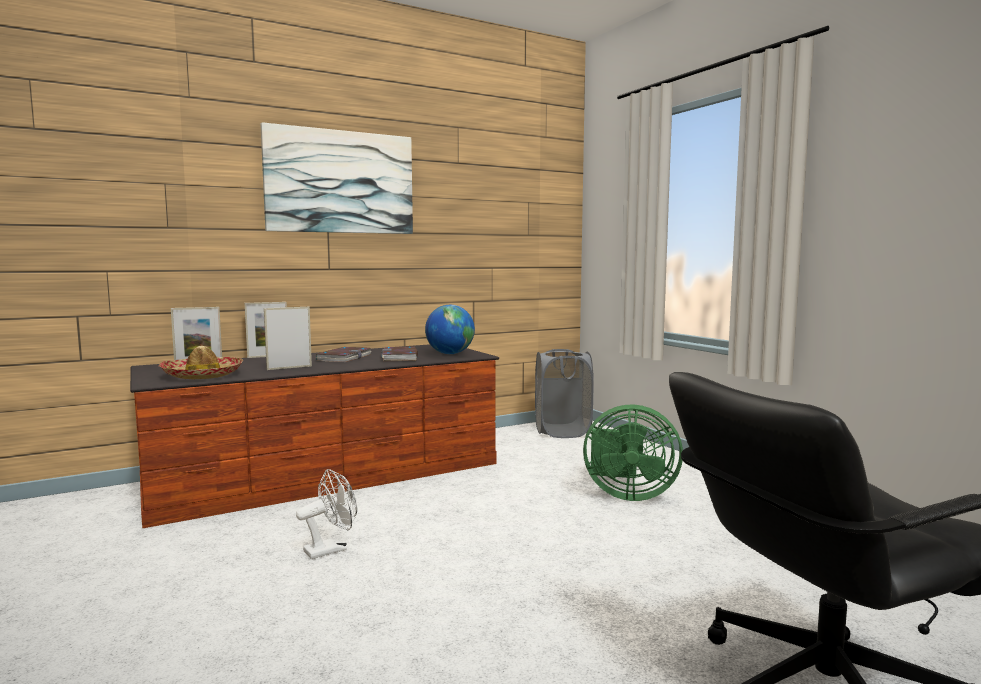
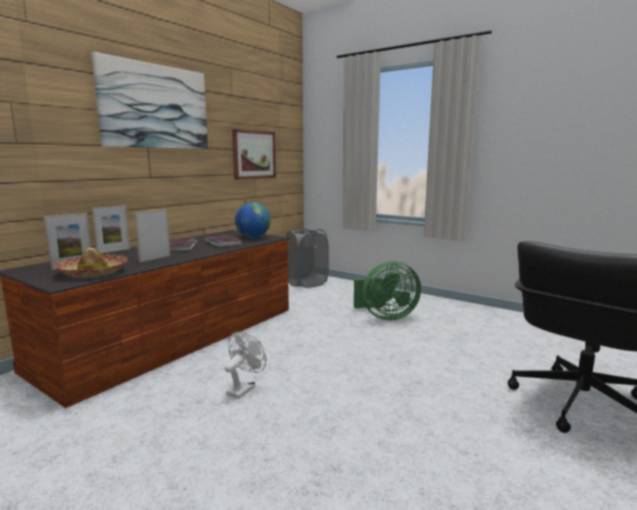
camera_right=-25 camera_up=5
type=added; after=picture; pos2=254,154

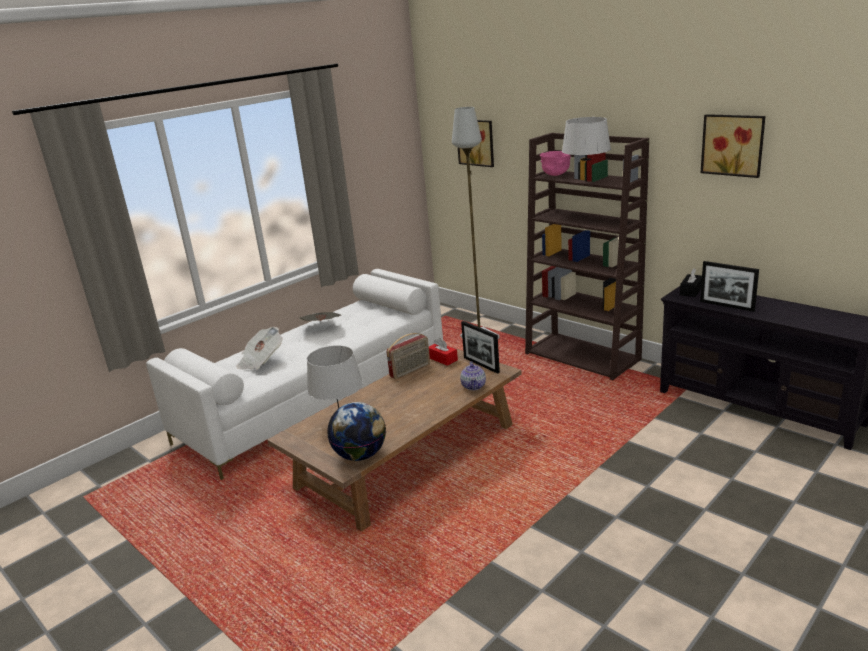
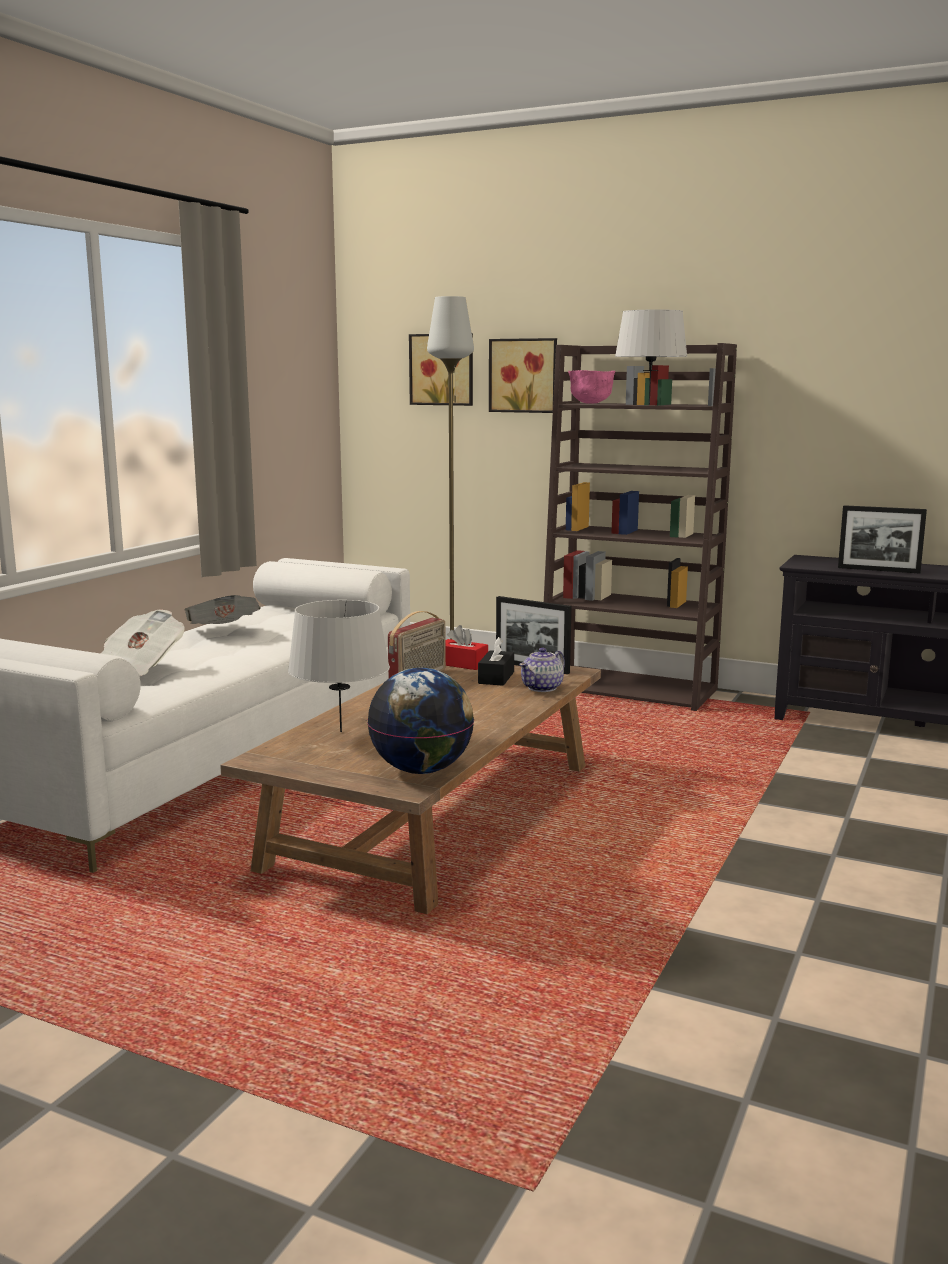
camera_right=-20 camera_up=-10
type=moved; before=picture; pos1=733,144; pos2=524,375
type=moved; before=black tissue box; pos1=691,291; pos2=496,678
type=turned; before=teapot; pos1=473,386; pos2=542,688; turn=60

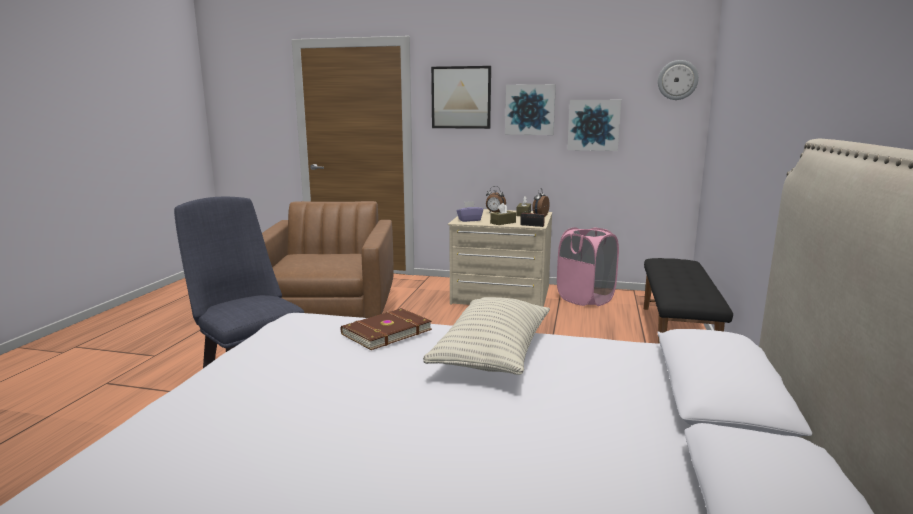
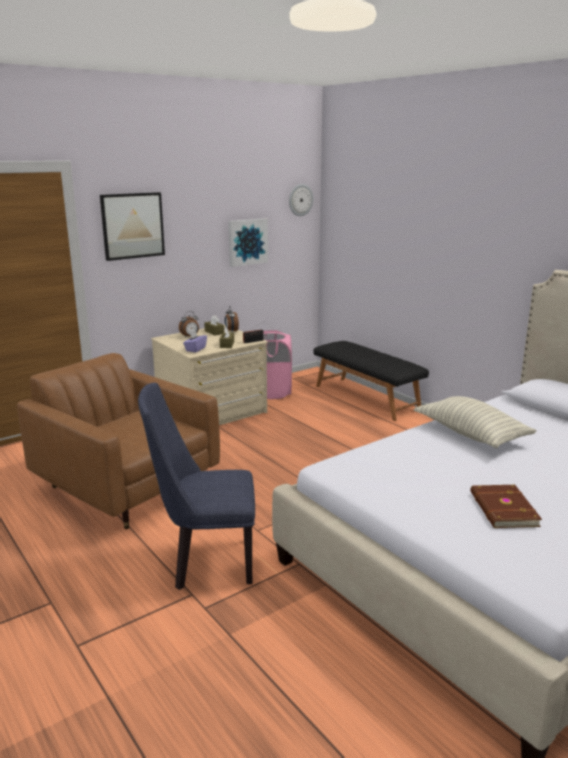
camera_right=-50 camera_up=5
type=removed; before=picture; pos1=530,109
type=moved; before=brown book; pos1=385,332; pos2=502,509

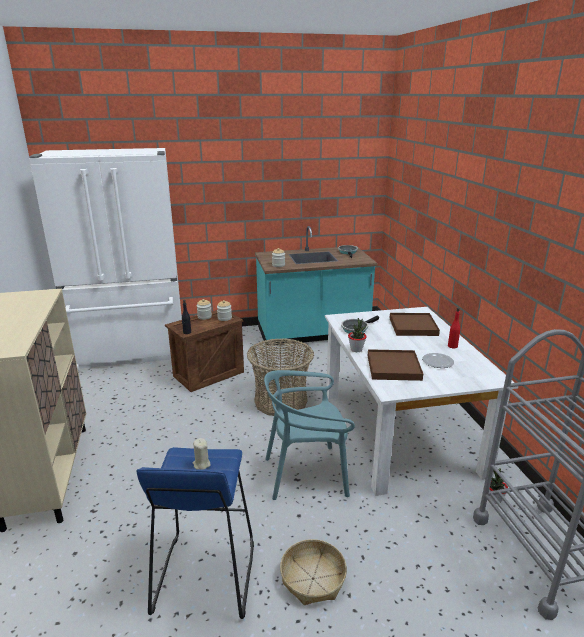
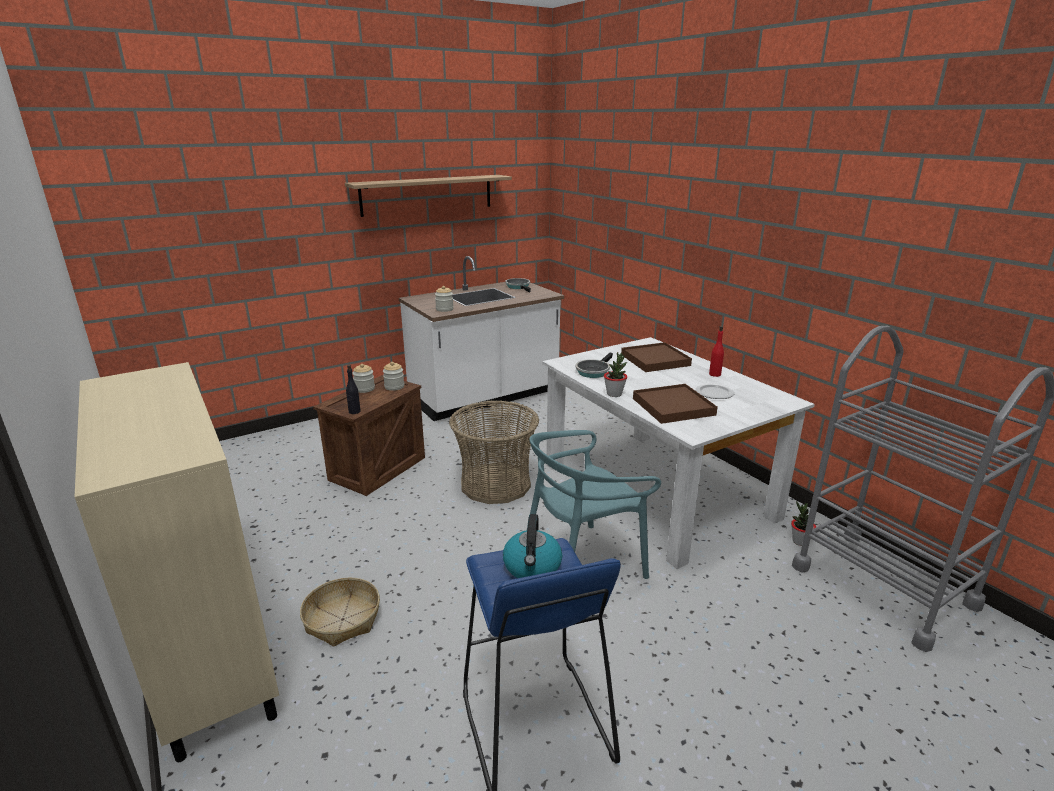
camera_right=-20 camera_up=0
type=removed; before=white fridge; pos1=132,352
type=recoloured; before=turquoise counter; after=white counter; pos1=312,333; pos2=485,397
type=replaced; before=beige candle; after=kettle; pos1=201,464; pos2=532,567
type=moved; before=basket; pos1=313,579; pos2=343,619
type=added; after=shelf; pos2=427,195

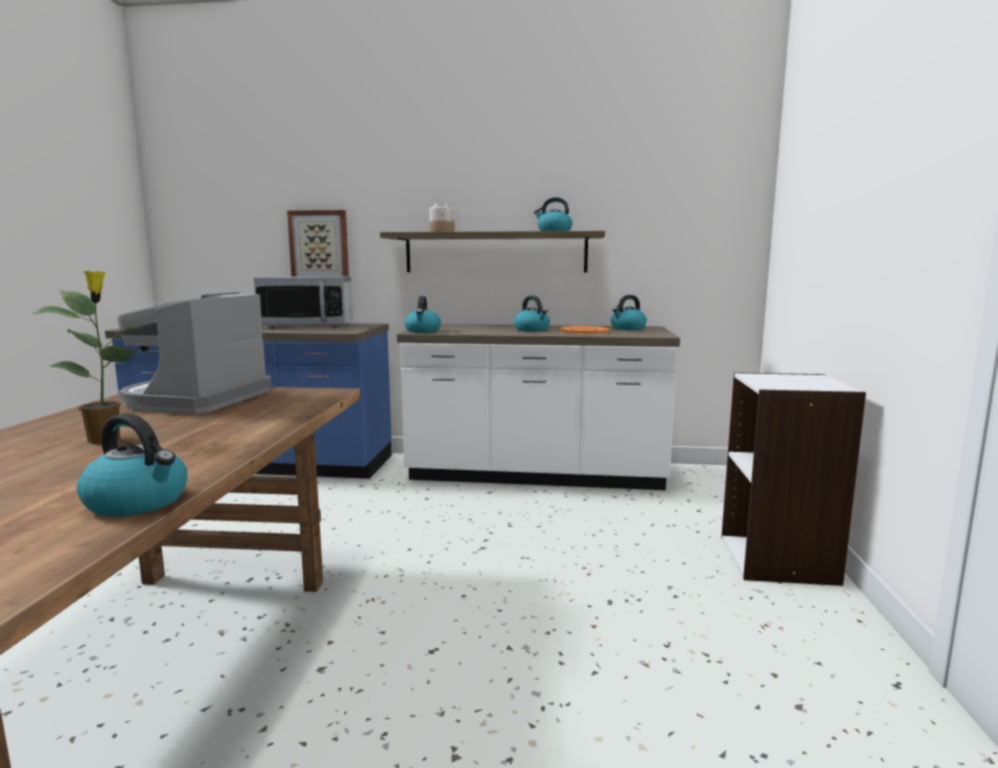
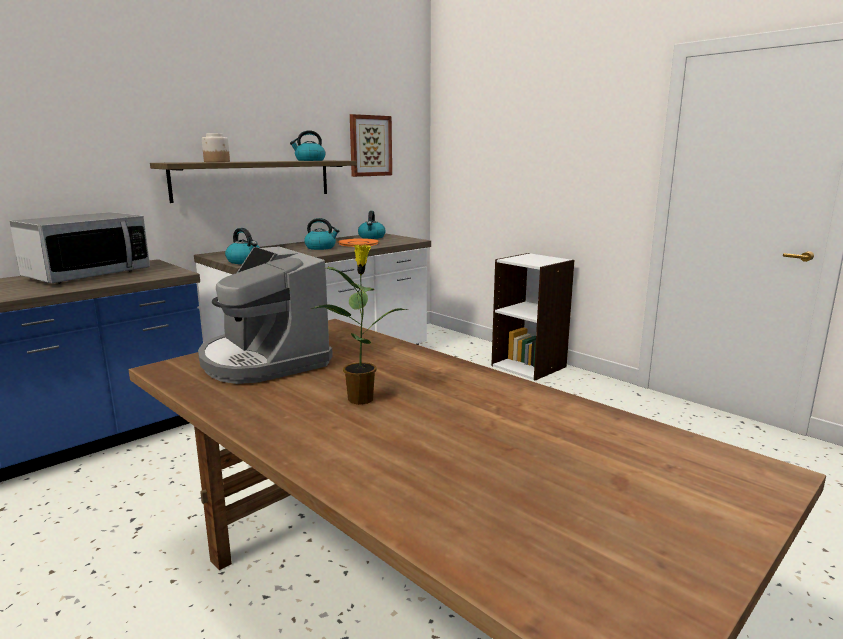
camera_right=-50 camera_up=5
type=moved; before=picture; pos1=319,246; pos2=370,146
type=removed; before=kettle; pos1=139,502

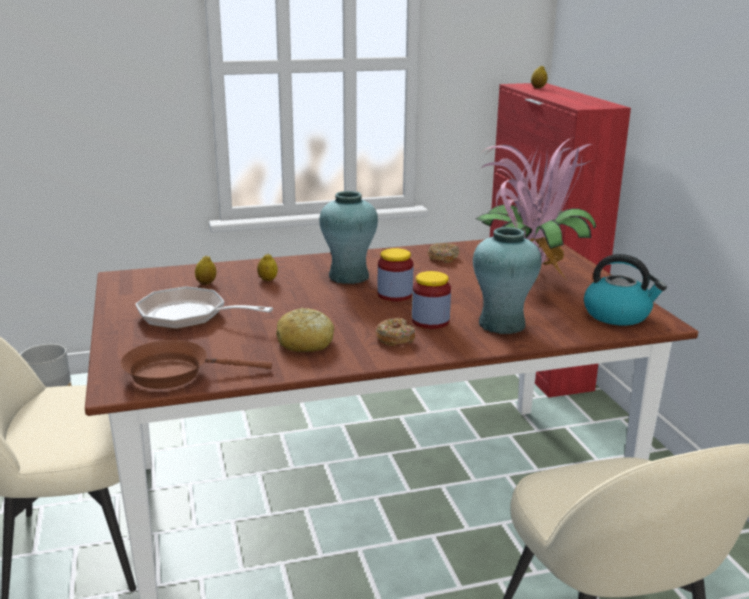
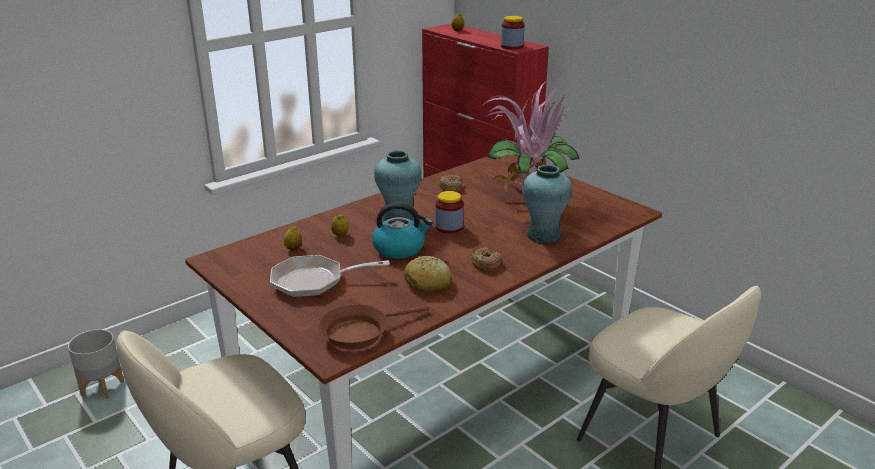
camera_right=-25 camera_up=5
type=moved; before=kettle; pos1=618,315; pos2=400,248
type=moved; before=jar; pos1=430,321; pos2=512,46

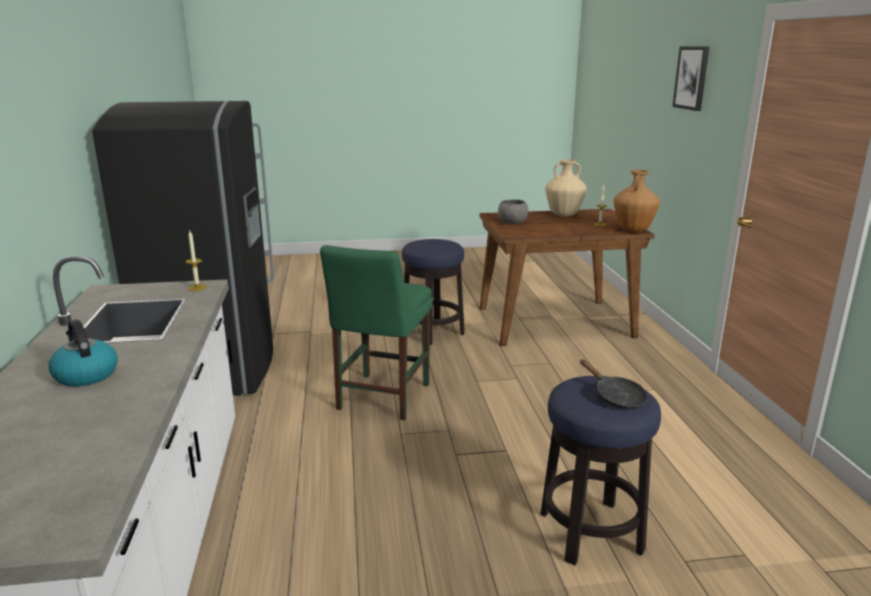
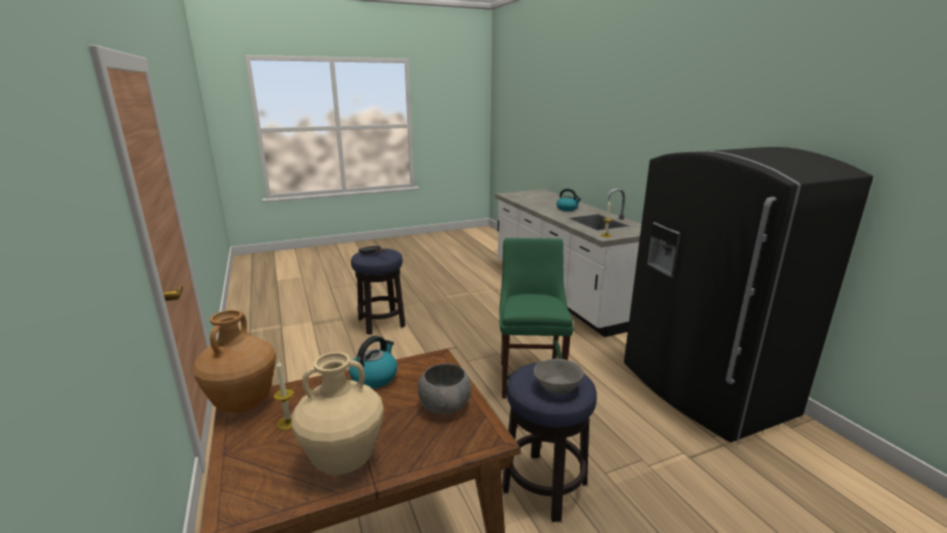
camera_right=165 camera_up=0
type=removed; before=picture; pos1=692,78
type=added; after=kettle; pos2=374,377
type=added; after=grey bowl; pos2=557,387

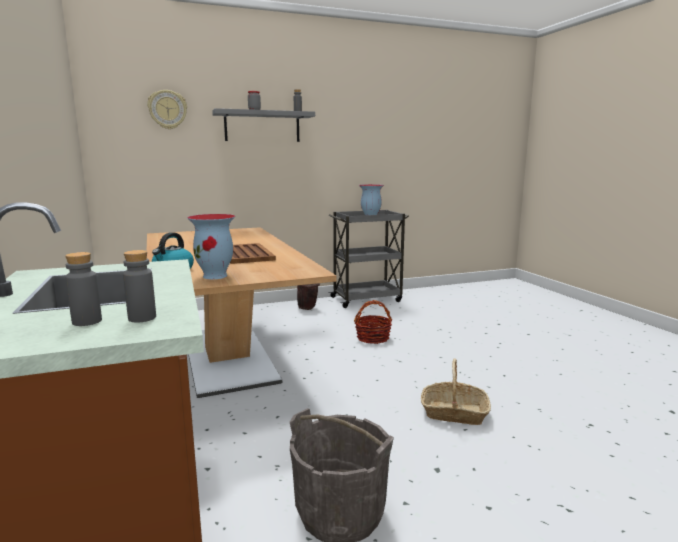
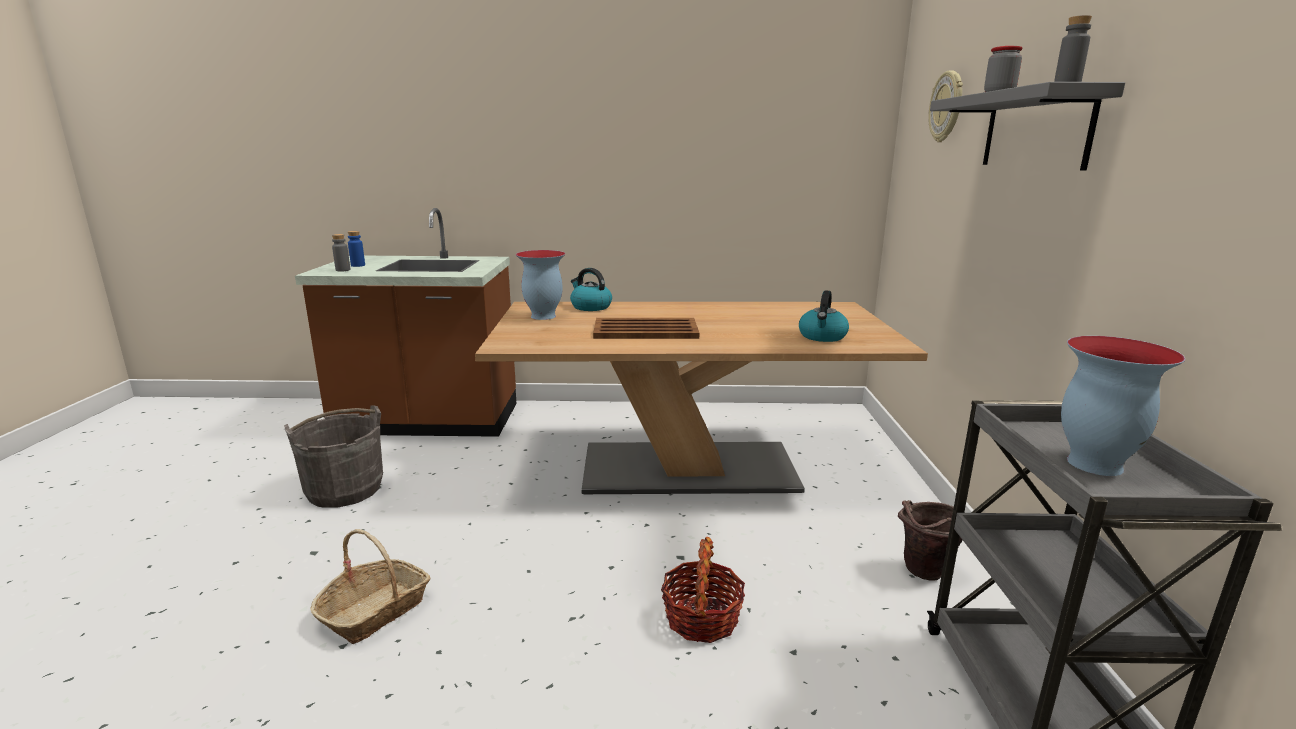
camera_right=110 camera_up=5
type=recoloured; before=grey bottle; after=blue bottle; pos1=87,321; pos2=358,265
type=added; after=kettle; pos2=822,337

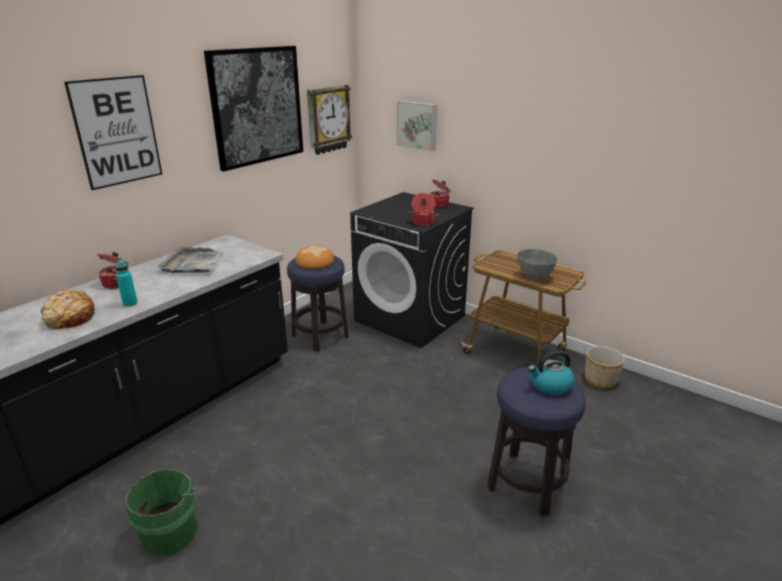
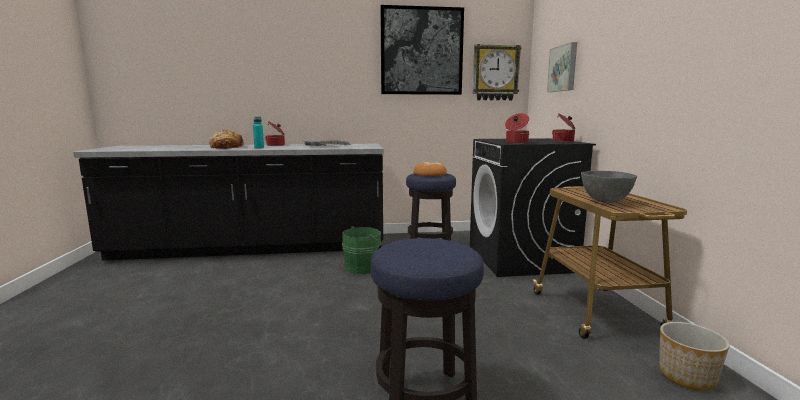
camera_right=45 camera_up=-15
type=removed; before=picture; pos1=117,132
type=removed; before=kettle; pos1=549,385
type=moved; before=green bucket; pos1=171,530; pos2=364,267

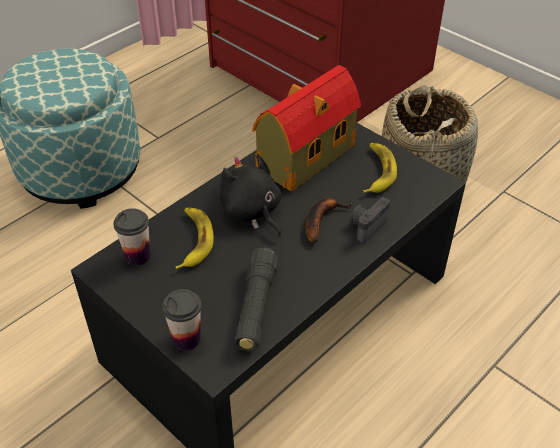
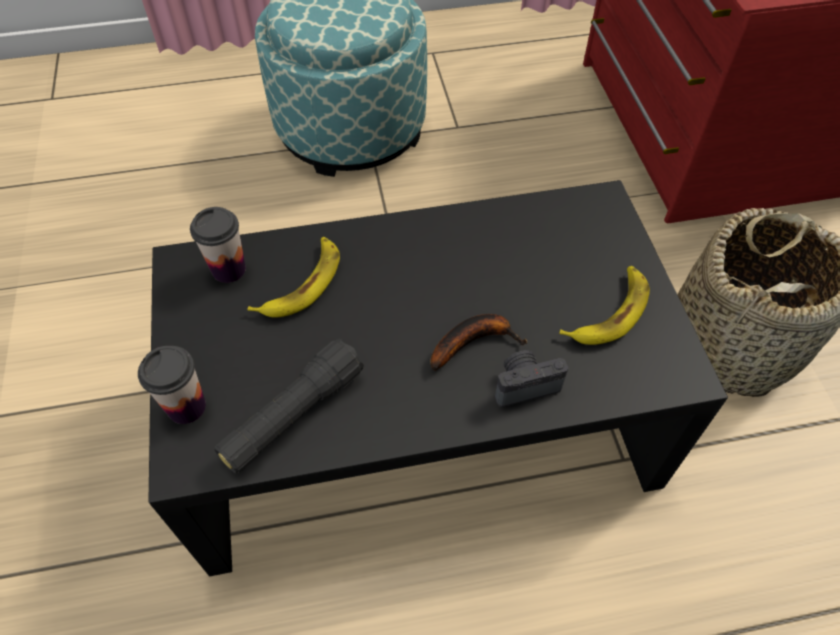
camera_right=35 camera_up=10
type=removed; before=toy house; pos1=304,159
type=removed; before=black plush toy; pos1=252,212

